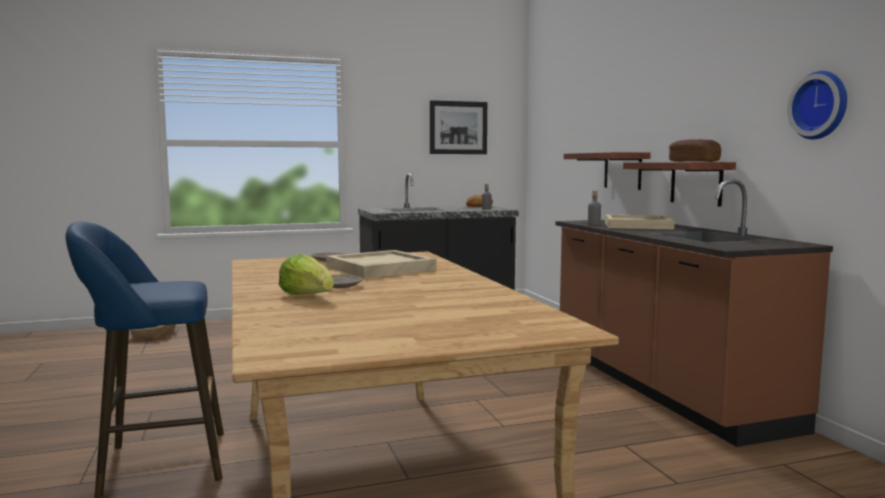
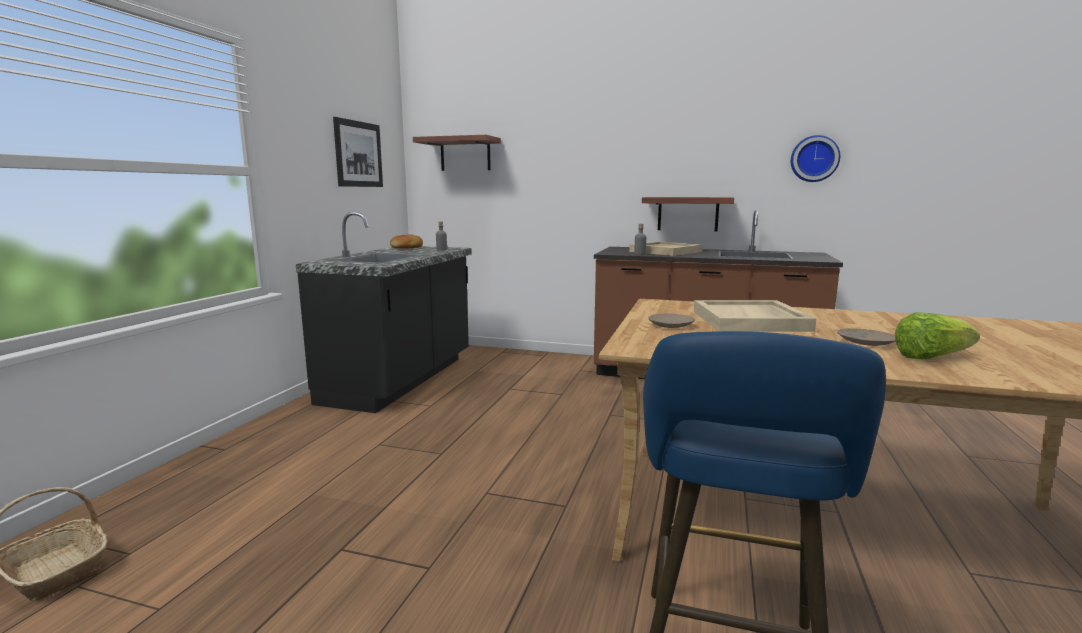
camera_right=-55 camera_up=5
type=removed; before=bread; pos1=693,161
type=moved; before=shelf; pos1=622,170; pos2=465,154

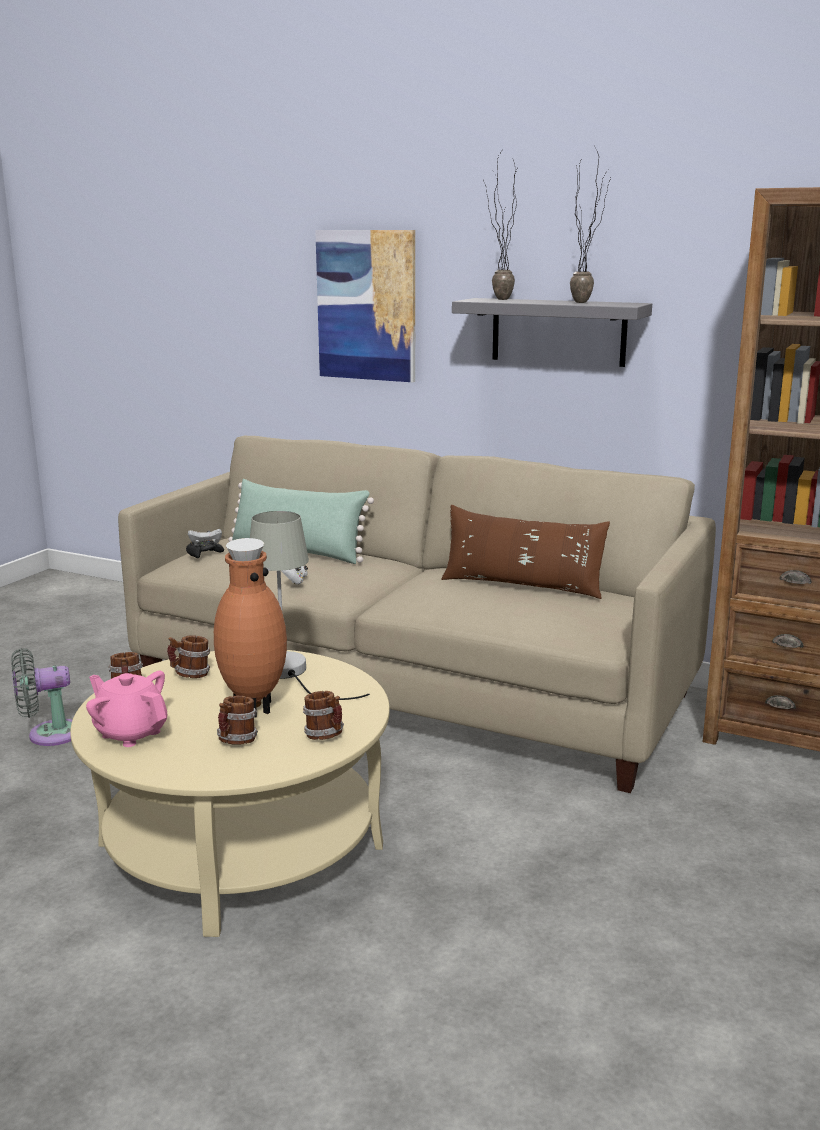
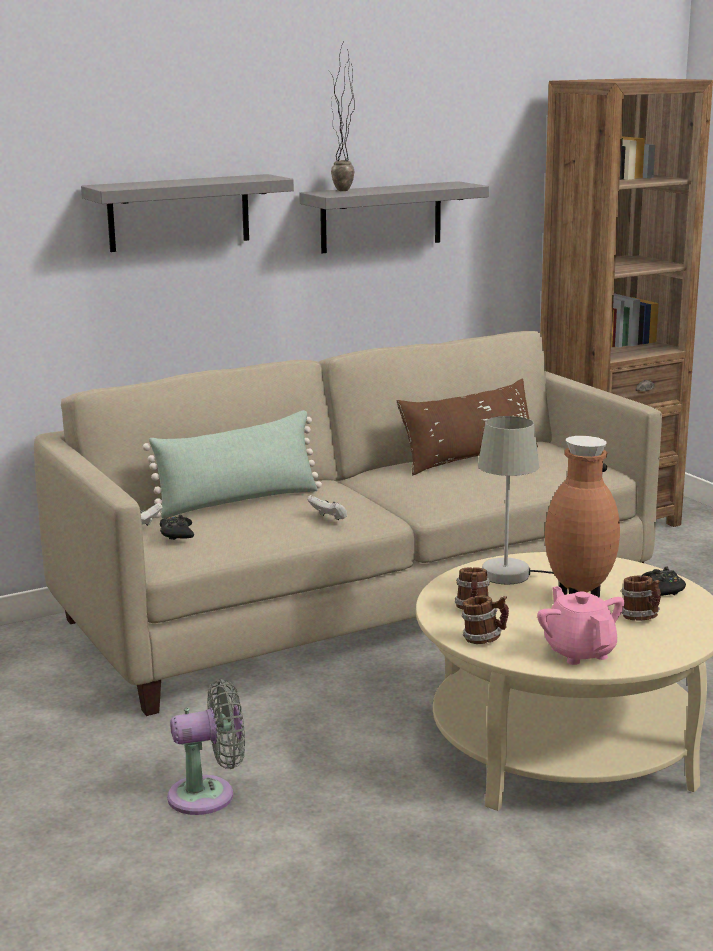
camera_right=-55 camera_up=0
type=removed; before=potted plant; pos1=588,302
type=replaced; before=picture; after=grey shelf; pos1=366,305; pos2=179,212
type=turned; before=grey fan; pos1=49,734; pos2=208,795; turn=-120
type=turned; before=pink teapot; pos1=131,733; pos2=579,652; turn=90
type=replaced; before=mug; after=black game controller; pos1=325,736; pos2=663,588

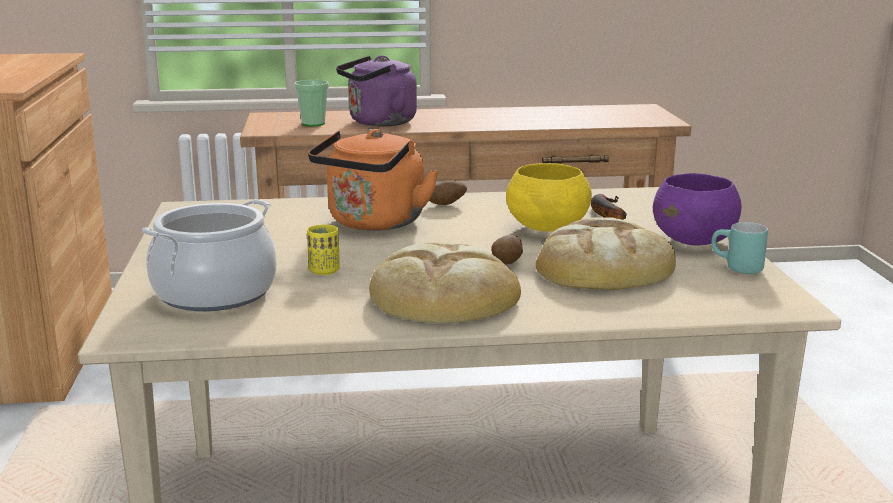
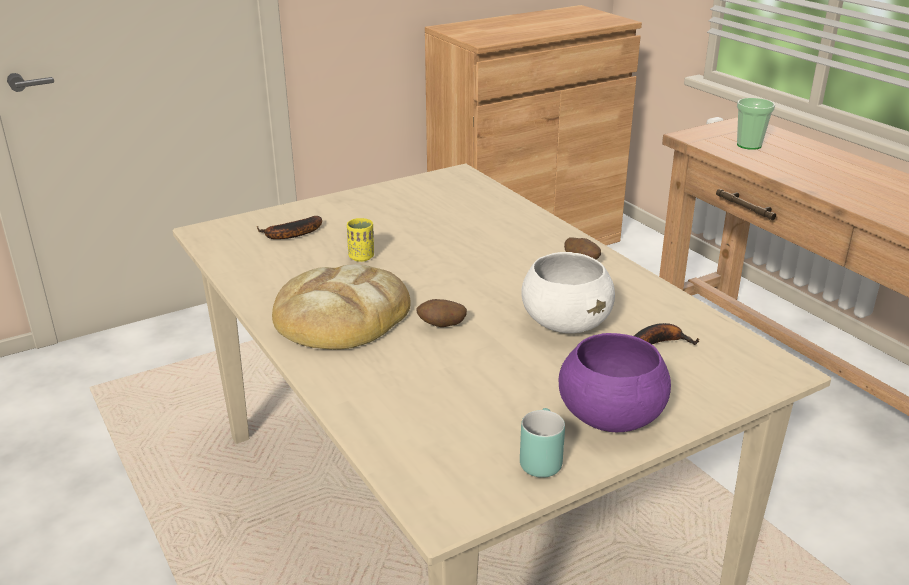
camera_right=65 camera_up=10
type=removed; before=purple kettle; pos1=378,123
type=removed; before=orange kettle; pos1=374,223
type=recoloured; before=yellow bowl; after=white bowl; pos1=547,228; pos2=565,324
type=replaced; before=cooking pot; after=banana; pos1=215,293; pos2=290,235
type=removed; before=bread; pos1=603,267

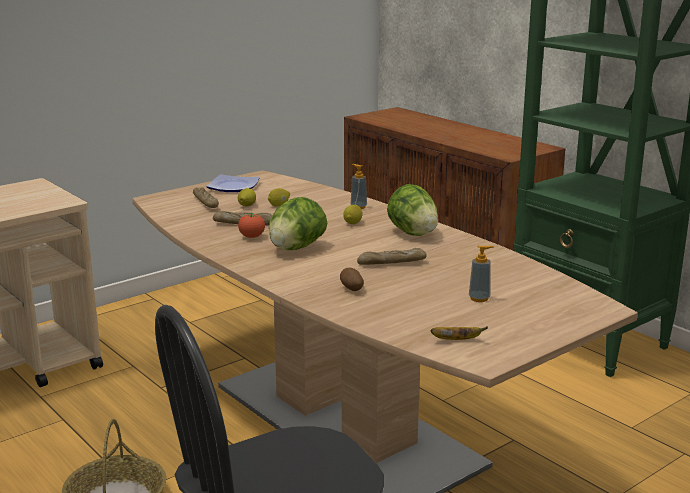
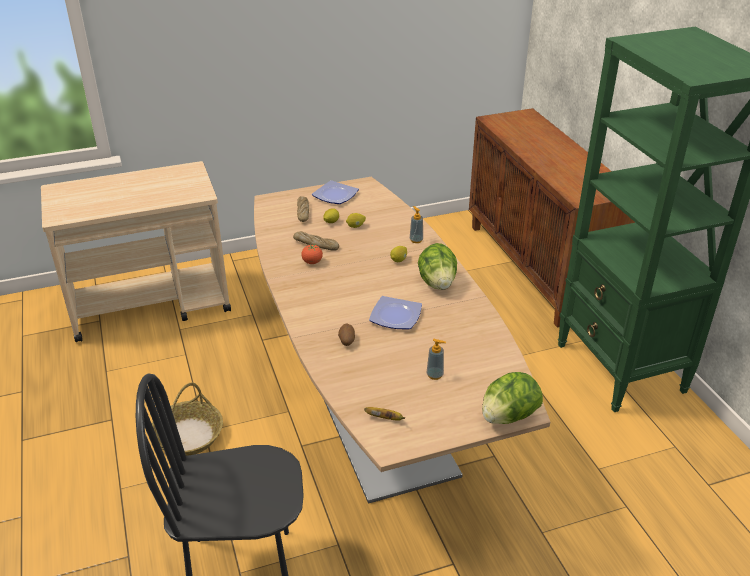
camera_right=20 camera_up=15
type=moved; before=lettuce; pos1=296,248; pos2=508,416
type=replaced; before=bread; after=plate; pos1=391,263; pos2=396,317

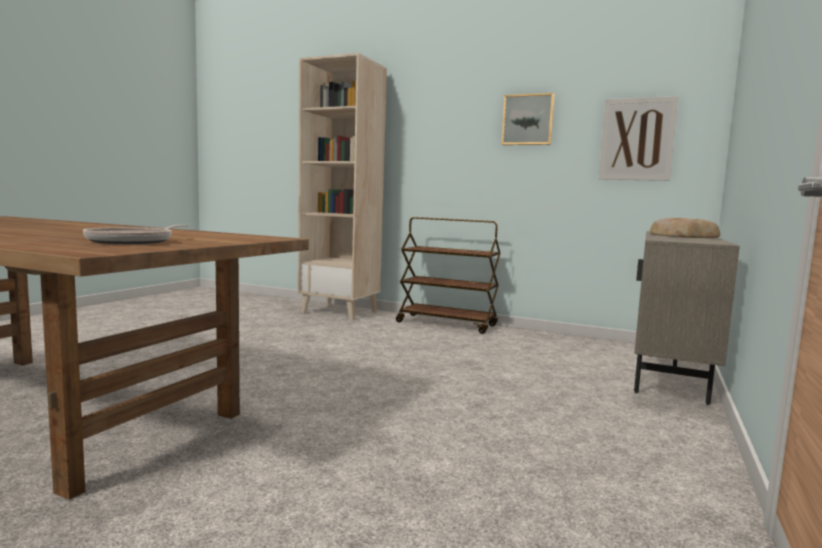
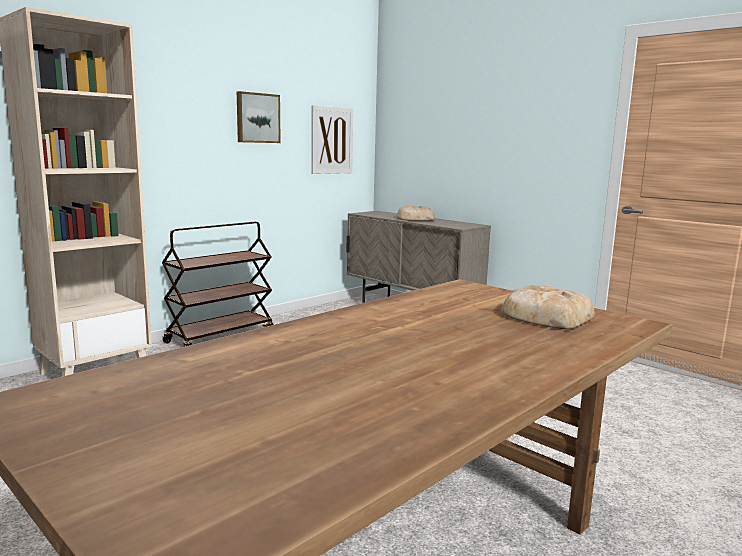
camera_right=-70 camera_up=5
type=replaced; before=frying pan; after=bread; pos1=134,241; pos2=545,316

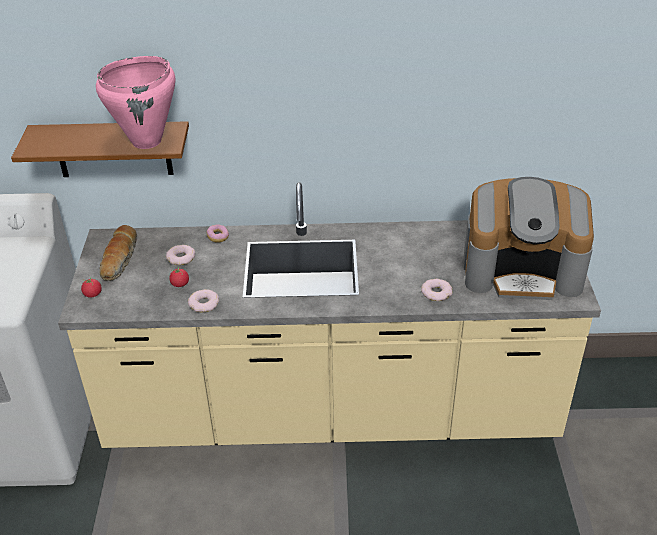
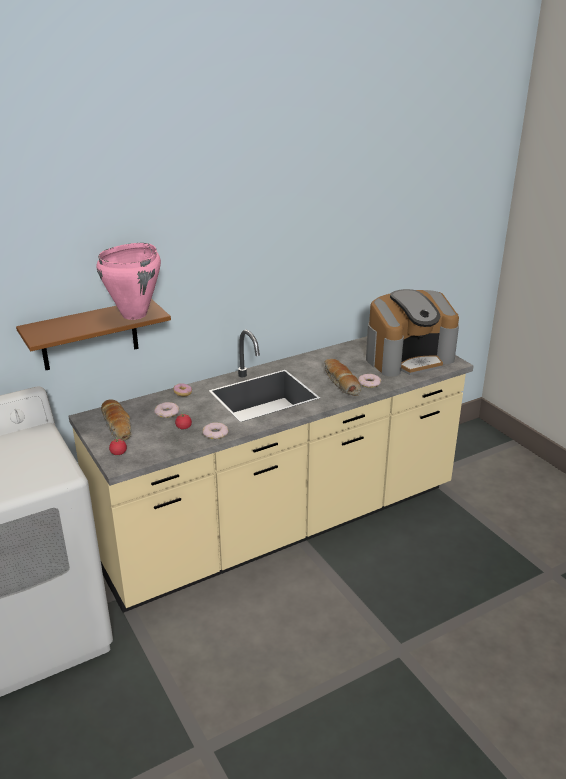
camera_right=-30 camera_up=-10
type=added; after=bread; pos2=340,382

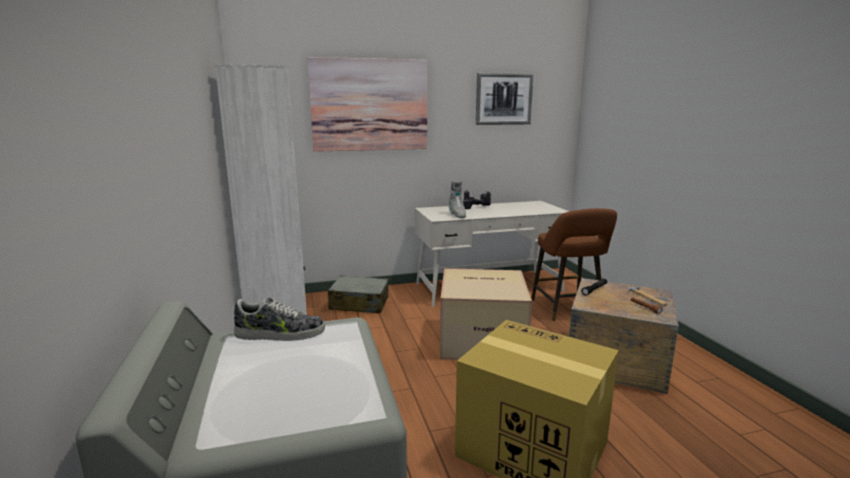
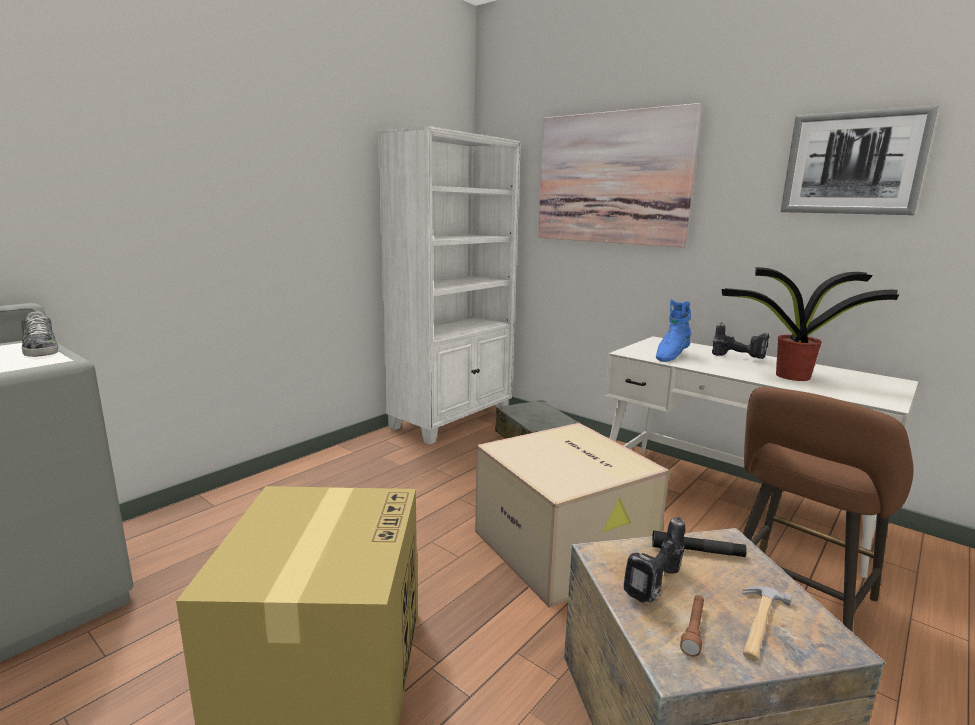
camera_right=55 camera_up=0
type=recoloured; before=grey boot; after=blue boot; pos1=456,215; pos2=671,356
type=added; after=potted plant; pos2=790,376
type=added; after=power drill; pos2=657,587

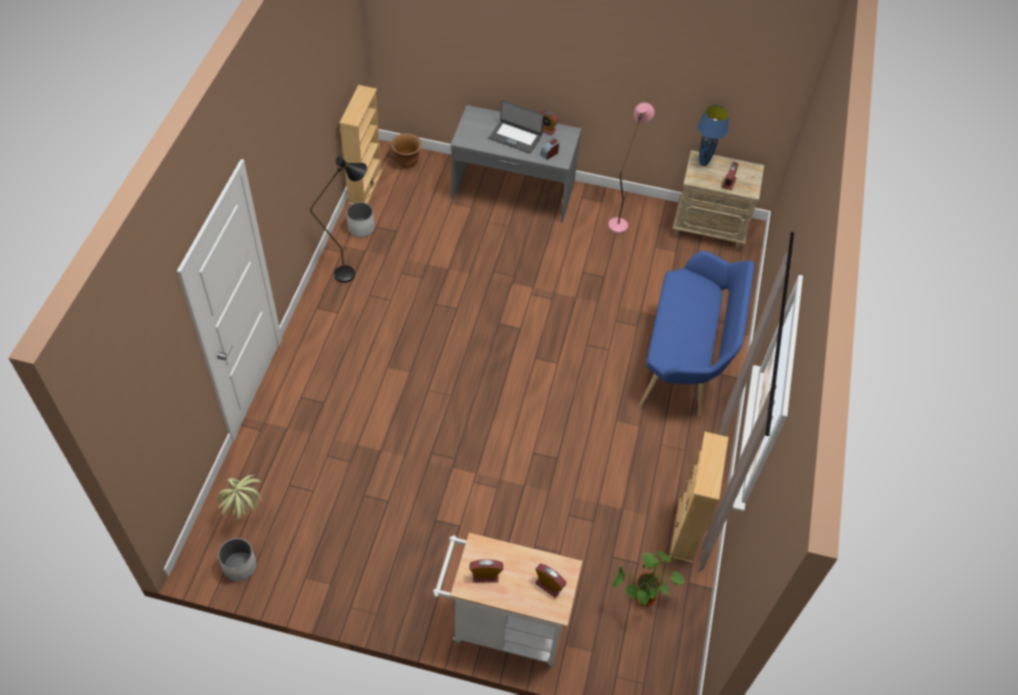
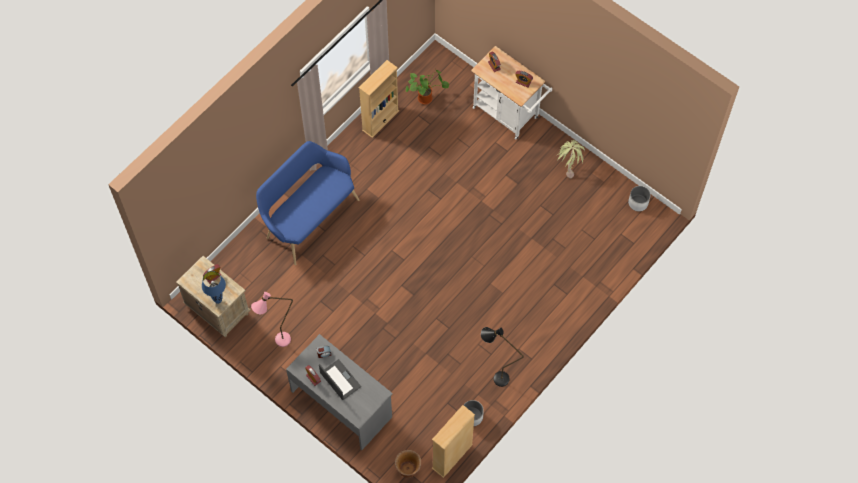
camera_right=-150 camera_up=10
type=moved; before=potted plant; pos1=246,518; pos2=568,167

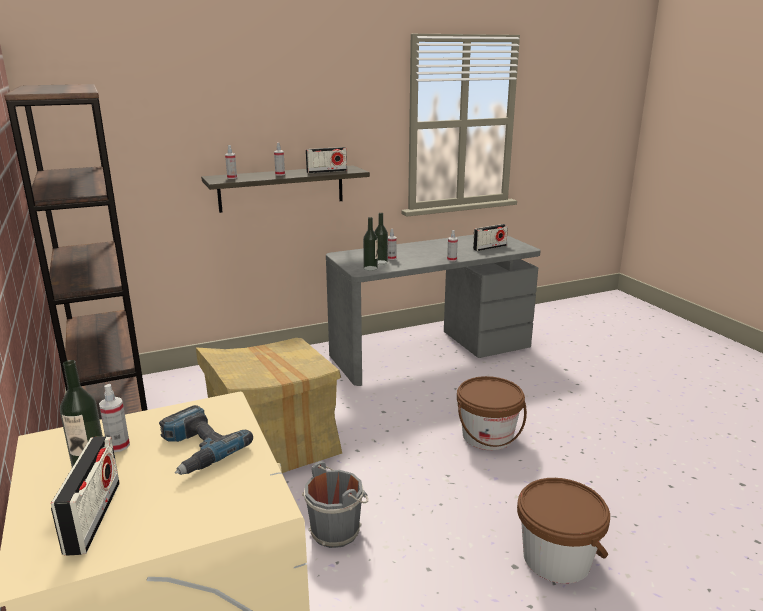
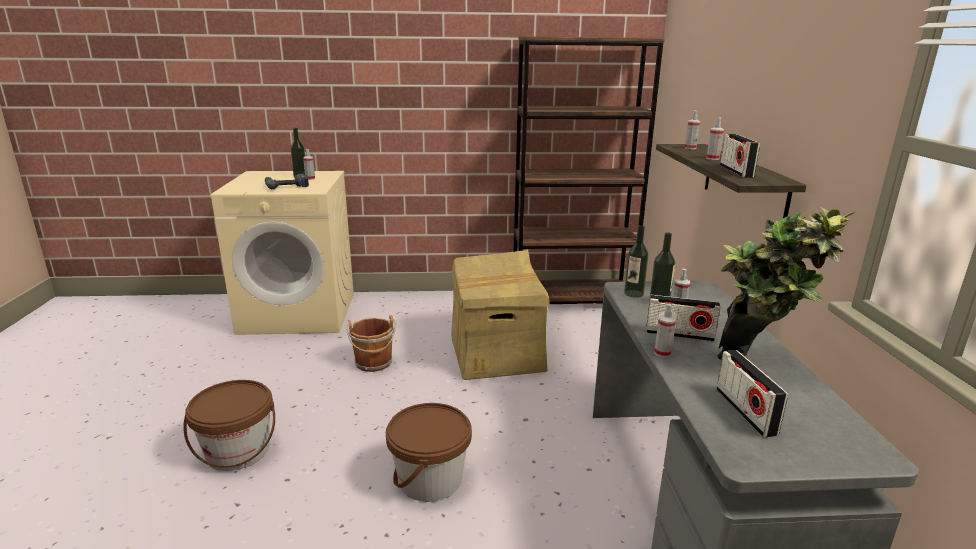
camera_right=110 camera_up=0
type=moved; before=radio; pos1=93,517; pos2=679,334
type=recoloured; before=grey bucket; after=brown bucket; pos1=337,529; pos2=374,363
type=added; after=potted plant; pos2=760,365

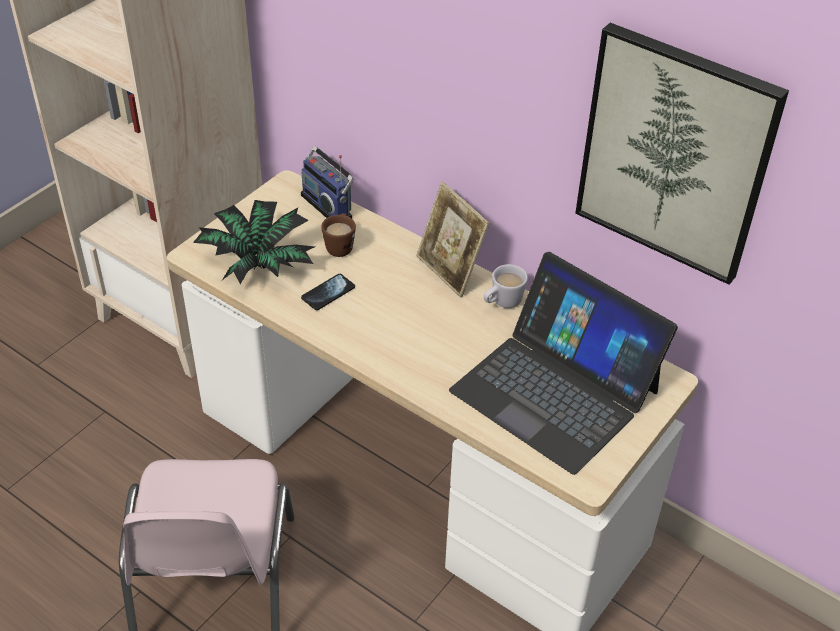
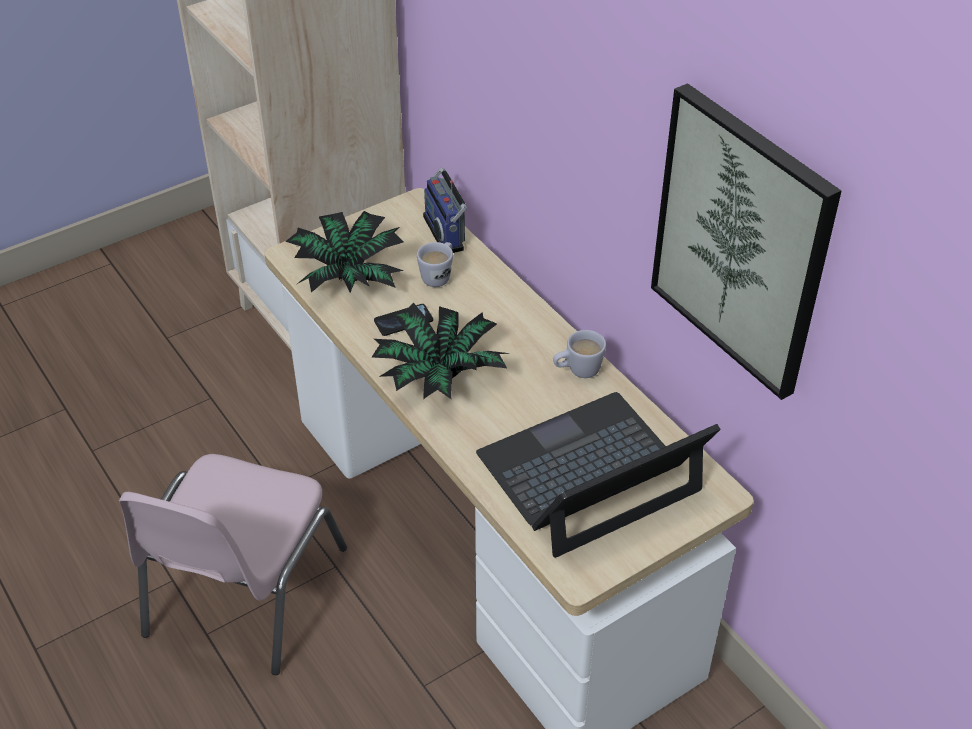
camera_right=20 camera_up=0
type=removed; before=picture frame; pos1=450,271
type=recoloured; before=brown mug; after=white mug; pos1=340,245; pos2=439,275
type=turned; before=laptop; pos1=555,390; pos2=589,474; turn=90
type=added; after=potted plant; pos2=439,375

